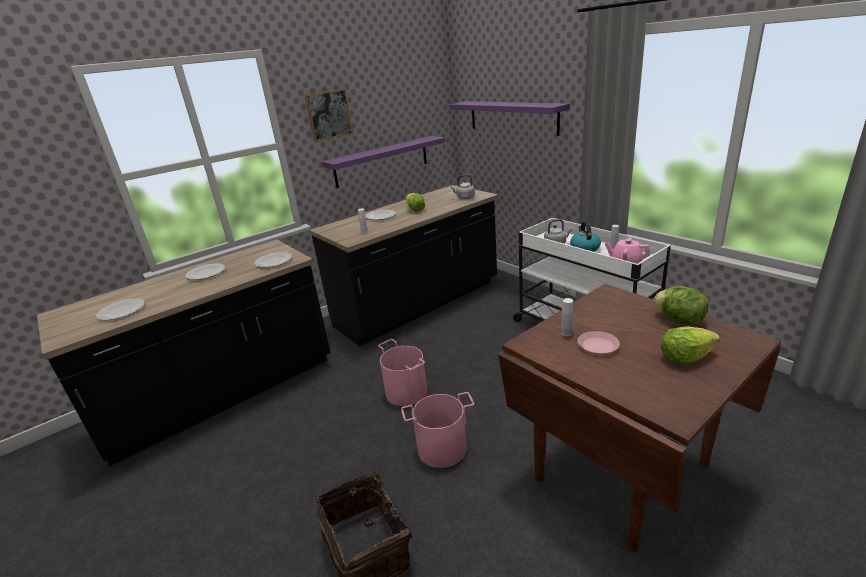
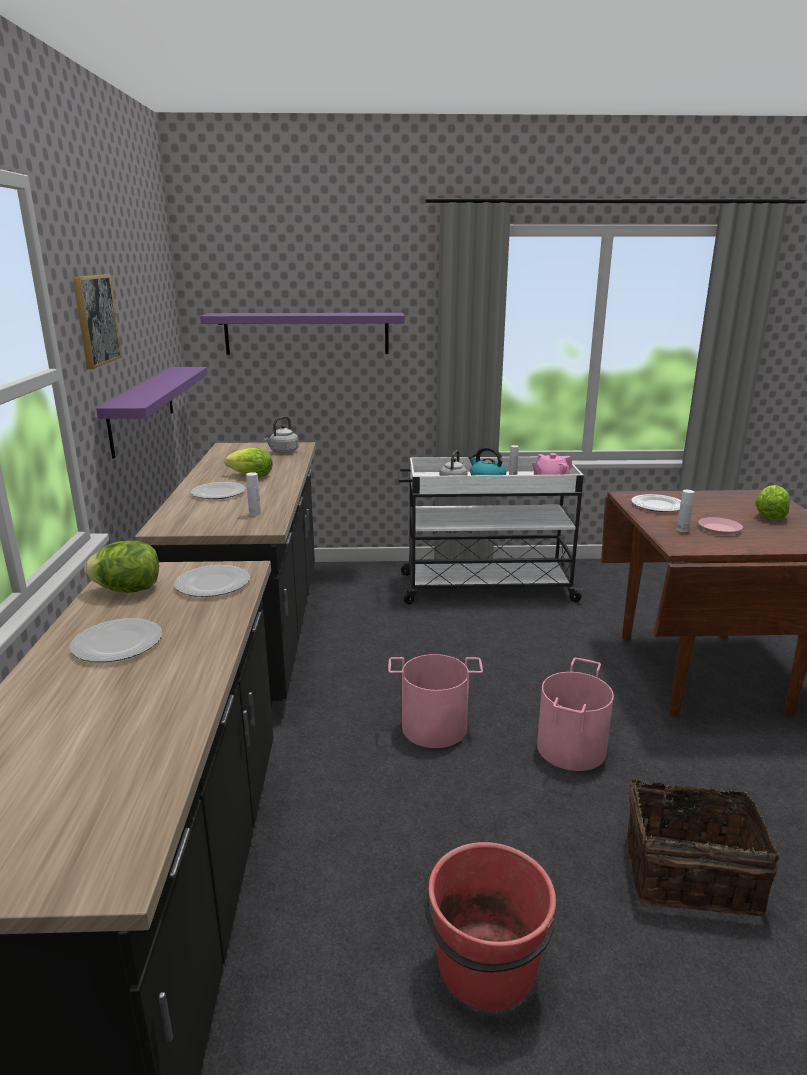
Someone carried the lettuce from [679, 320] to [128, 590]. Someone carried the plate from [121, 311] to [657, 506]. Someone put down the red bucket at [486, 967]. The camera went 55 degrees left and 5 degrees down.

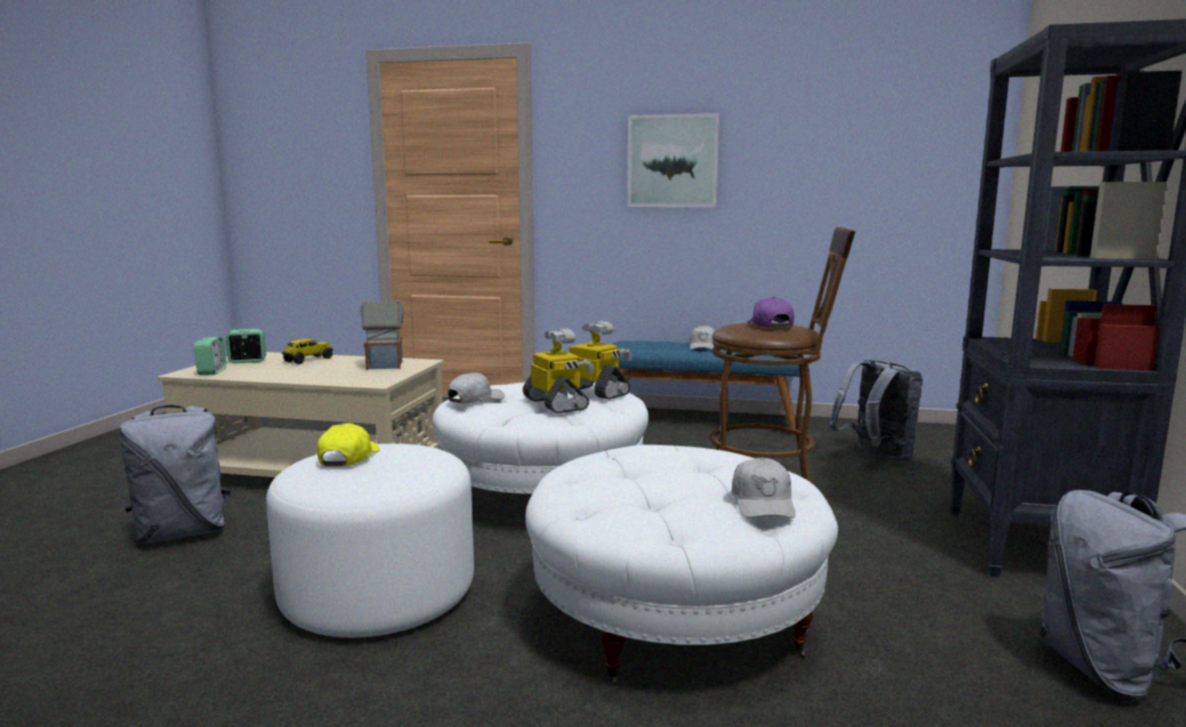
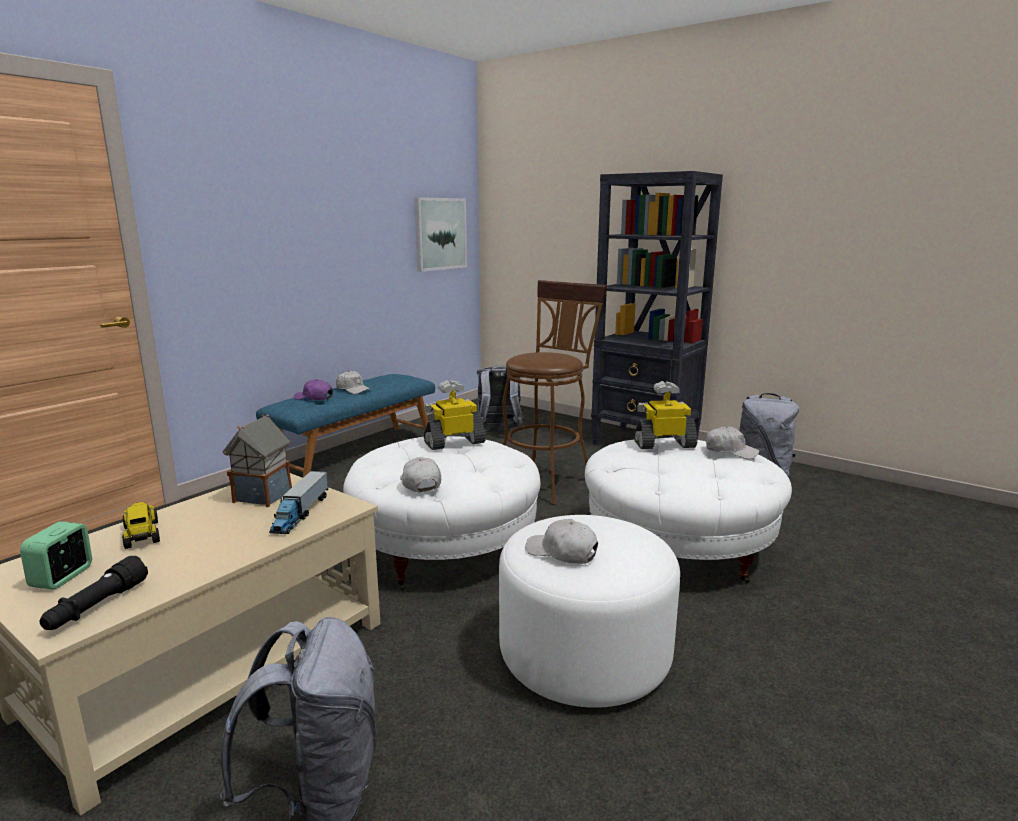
Someone carried the picture from [672, 161] to [440, 234]. Someone carried the purple cap from [770, 326] to [314, 398]. Someone carried the toy robot from [557, 404] to [664, 444]. Someone swapped the alarm clock at [211, 372] for the black flashlight at [96, 607]. Someone repainted the yellow cap at [348, 458], which became the white cap at [562, 552]. Someone put down the toy truck at [300, 513]. The camera went 65 degrees left and 5 degrees up.

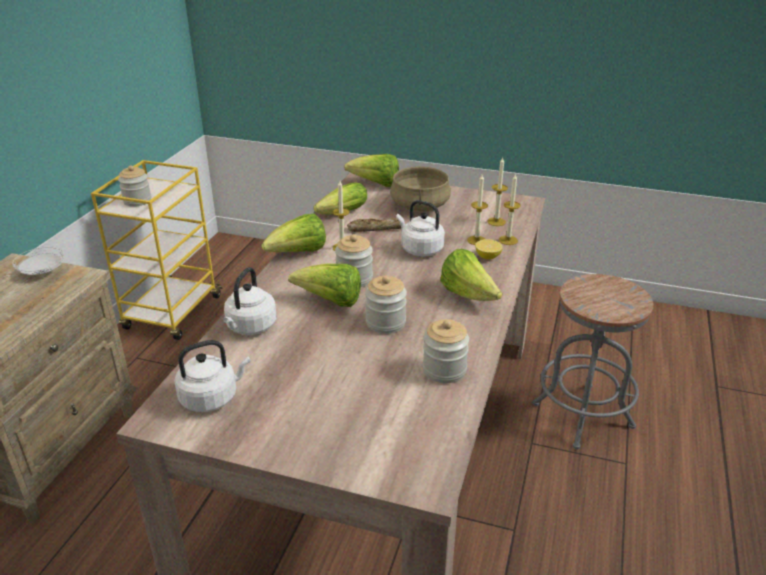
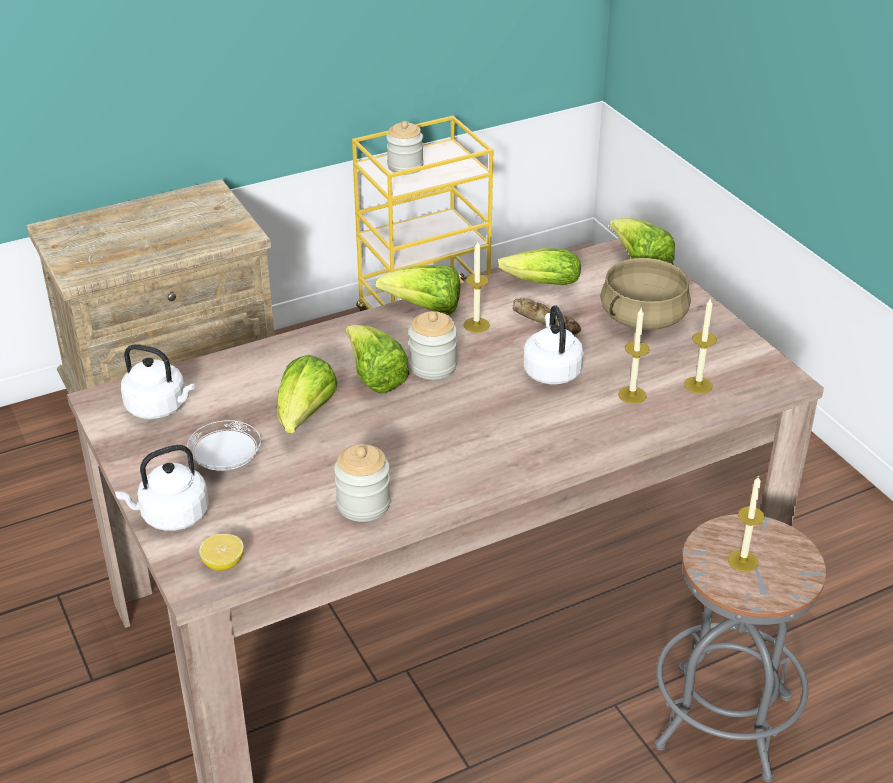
Someone carried the candle from [508, 240] to [743, 561]. Someone carried the lemon from [487, 257] to [223, 563]. Someone carried the white plate from [42, 272] to [225, 461]. Someone carried the lettuce from [468, 295] to [305, 417]. Someone carried the white kettle from [250, 327] to [171, 516]. Someone took away the jar at [385, 323]. The camera went 45 degrees right and 5 degrees up.

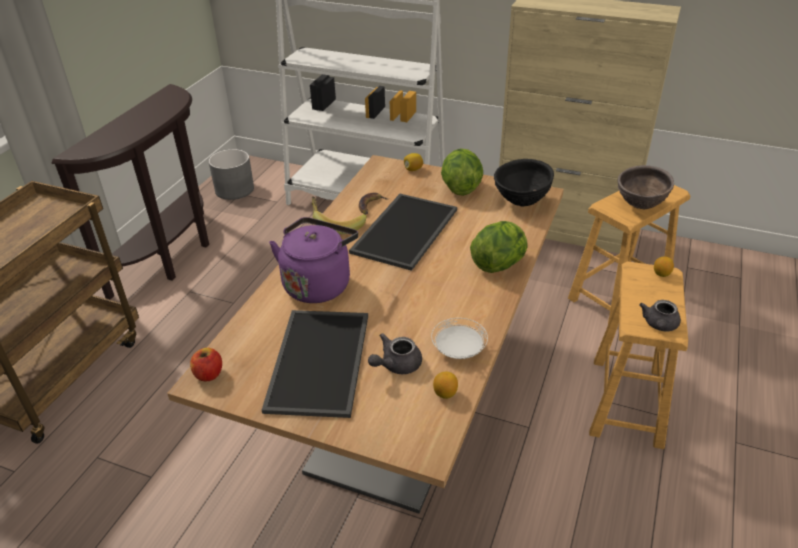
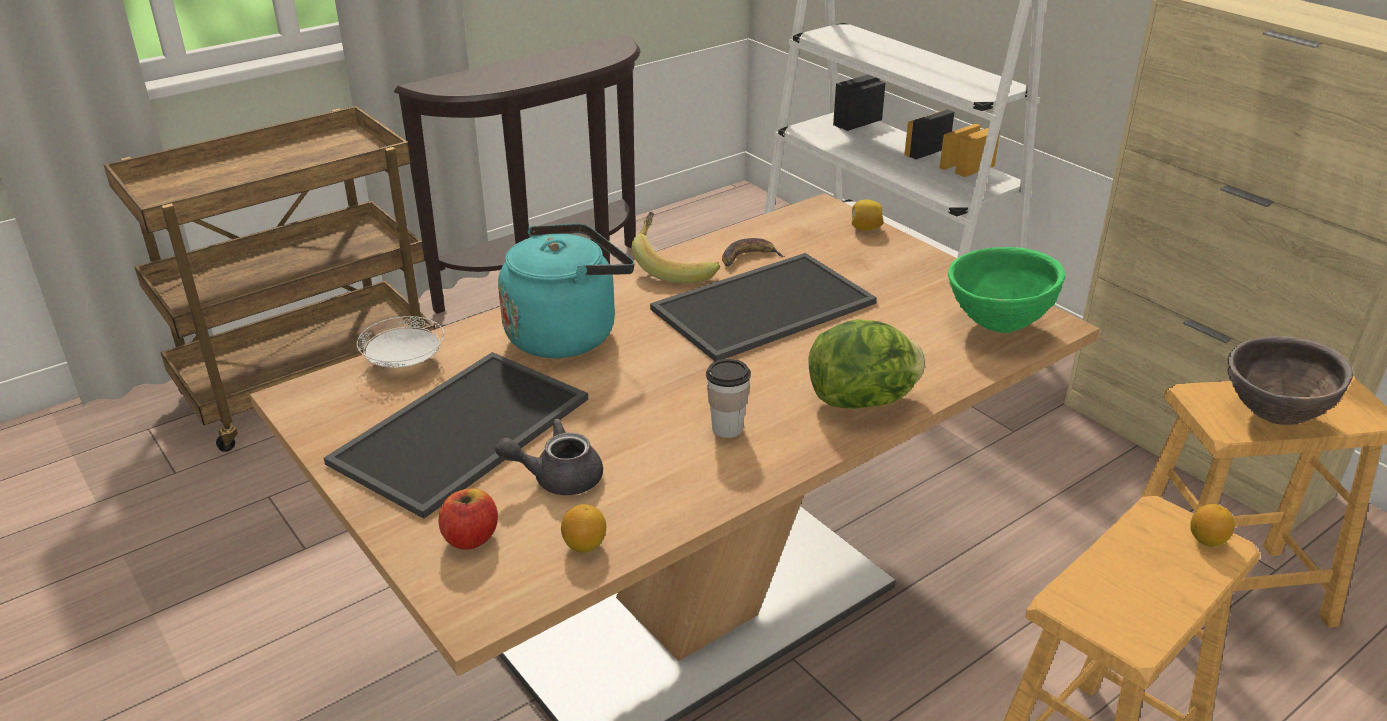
Someone took away the lettuce at [460, 188]. Someone took away the grey planter at [235, 189]. Someone repainted the black bowl at [521, 203], which became the green bowl at [997, 326]. Someone repainted the purple kettle at [318, 284], which became the turquoise kettle at [567, 333]. Someone took away the grey teapot at [659, 325]. Someone carried the white plate from [458, 349] to [404, 362]. Someone carried the apple from [208, 374] to [470, 538]. Someone put down the cup at [727, 428]. The camera went 30 degrees right and 5 degrees down.

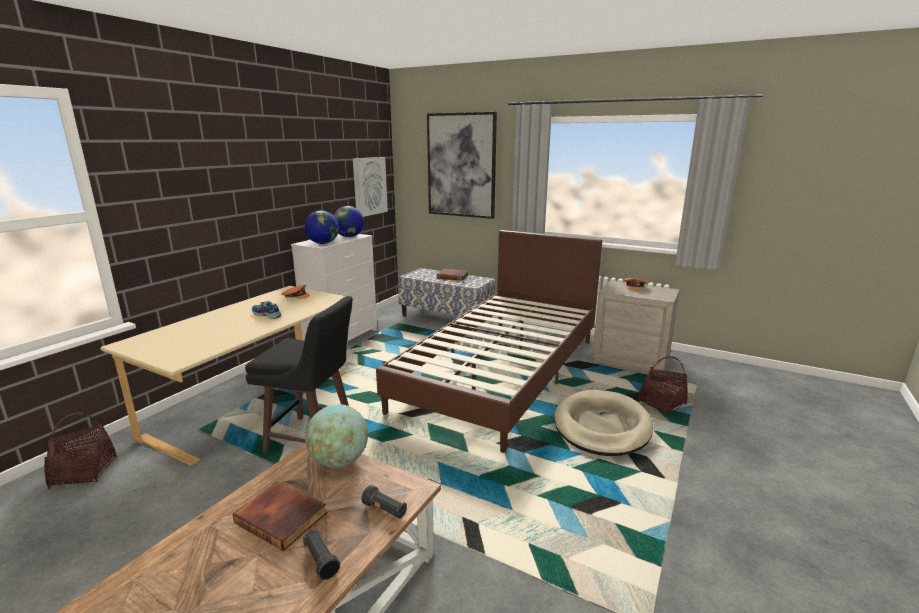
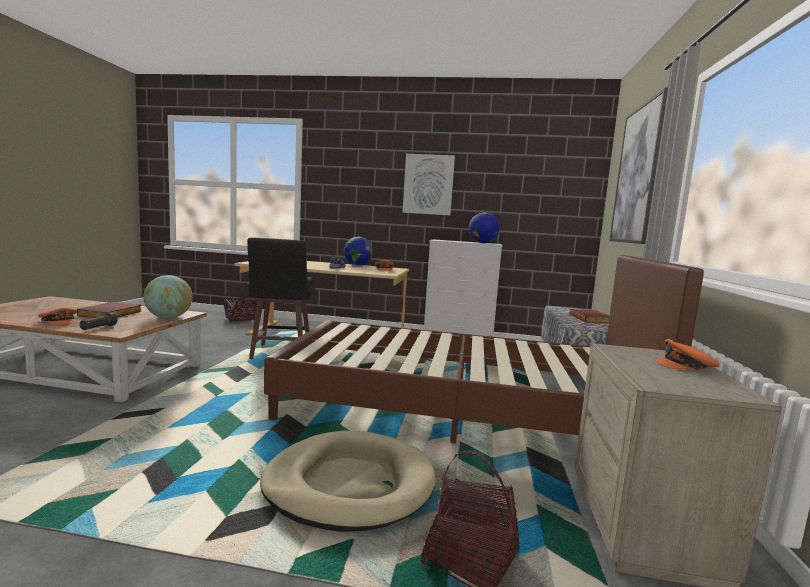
Someone carried the picture from [369, 186] to [428, 184]. Someone carried the globe from [323, 243] to [357, 265]. Someone swapped the black flashlight at [320, 560] for the orange cap at [59, 321]. The camera went 70 degrees right and 10 degrees down.

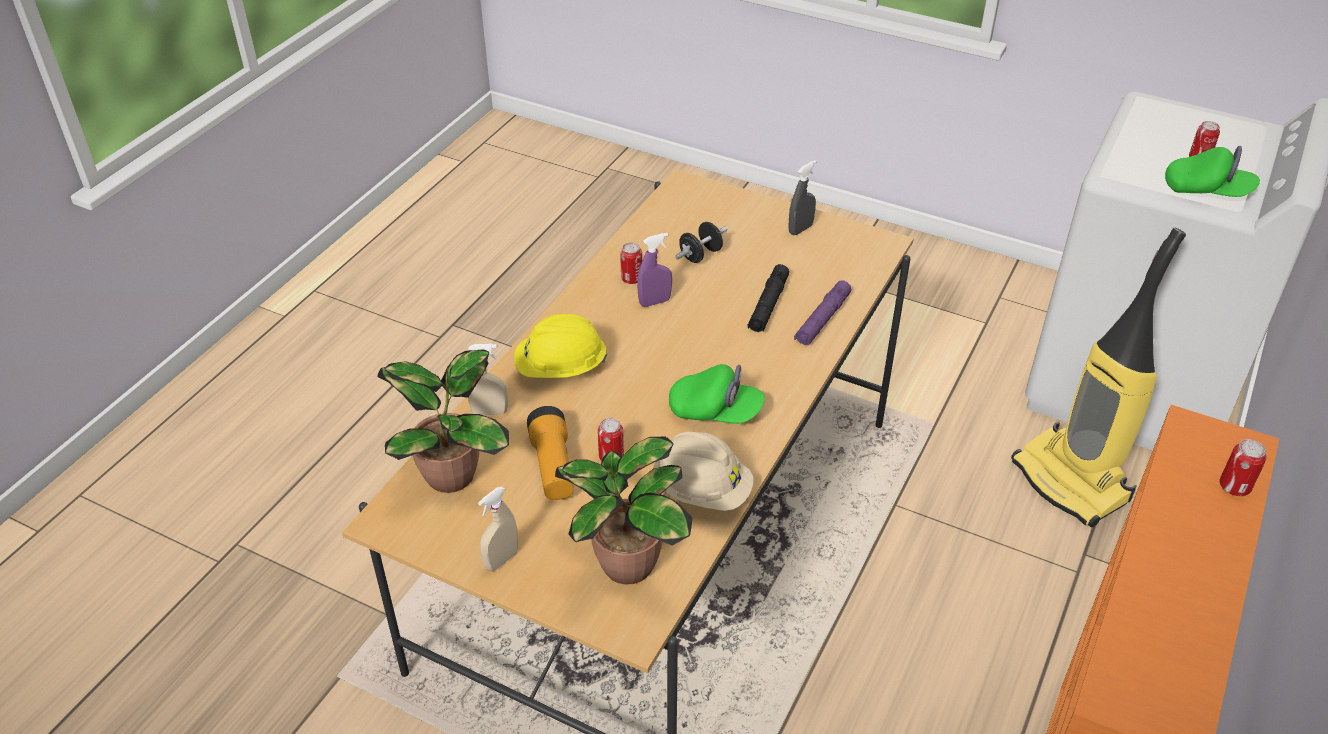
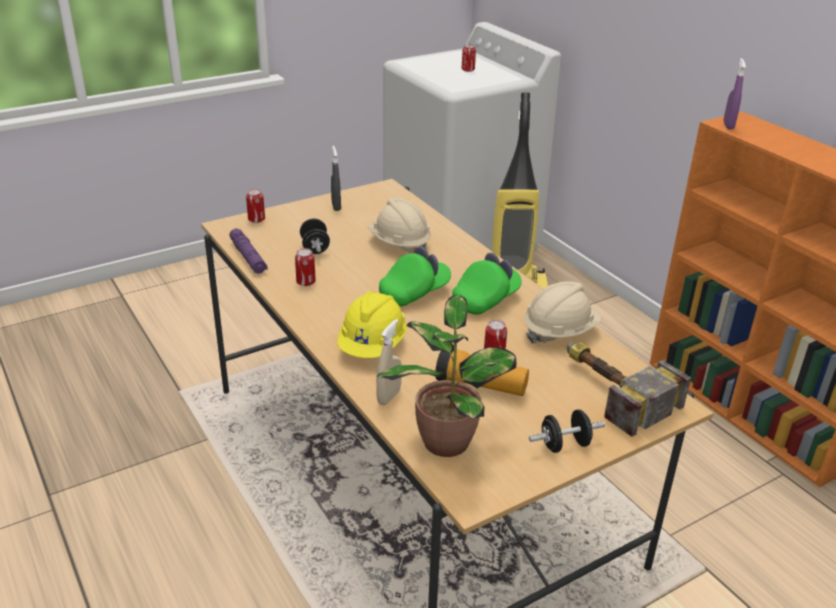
Someone carried the green cap from [1206, 191] to [414, 293]. Someone carried the purple spray bottle from [655, 302] to [728, 125]. Someone swapped the black flashlight at [768, 305] for the beige hard hat at [399, 244]. Someone carried the purple flashlight from [822, 319] to [248, 257]. Someone swapped the potted plant at [624, 566] for the hammer at [610, 389]. Someone carried the can from [1234, 487] to [256, 220]. Someone swapped the beige spray bottle at [501, 560] for the black dumbbell at [564, 445]. The camera went 60 degrees left and 10 degrees down.

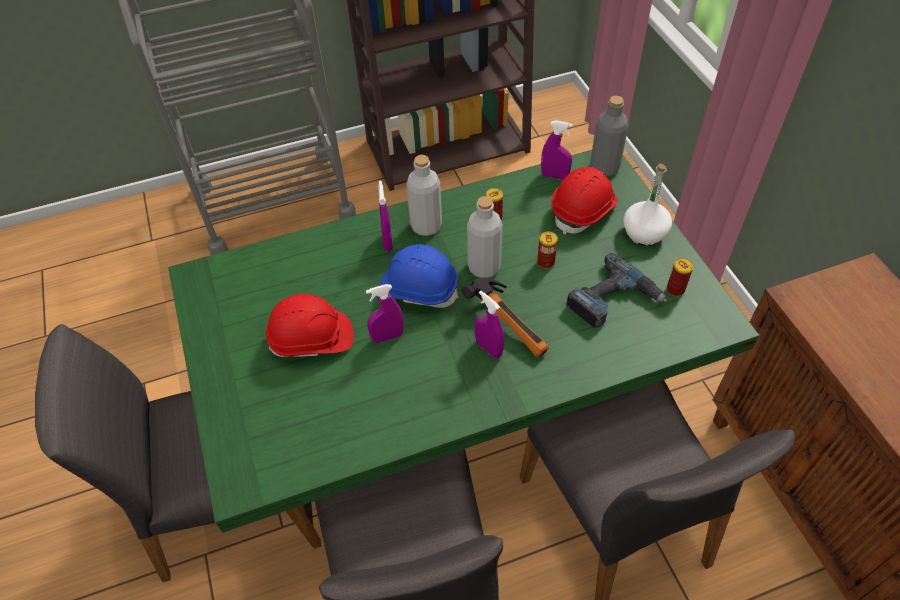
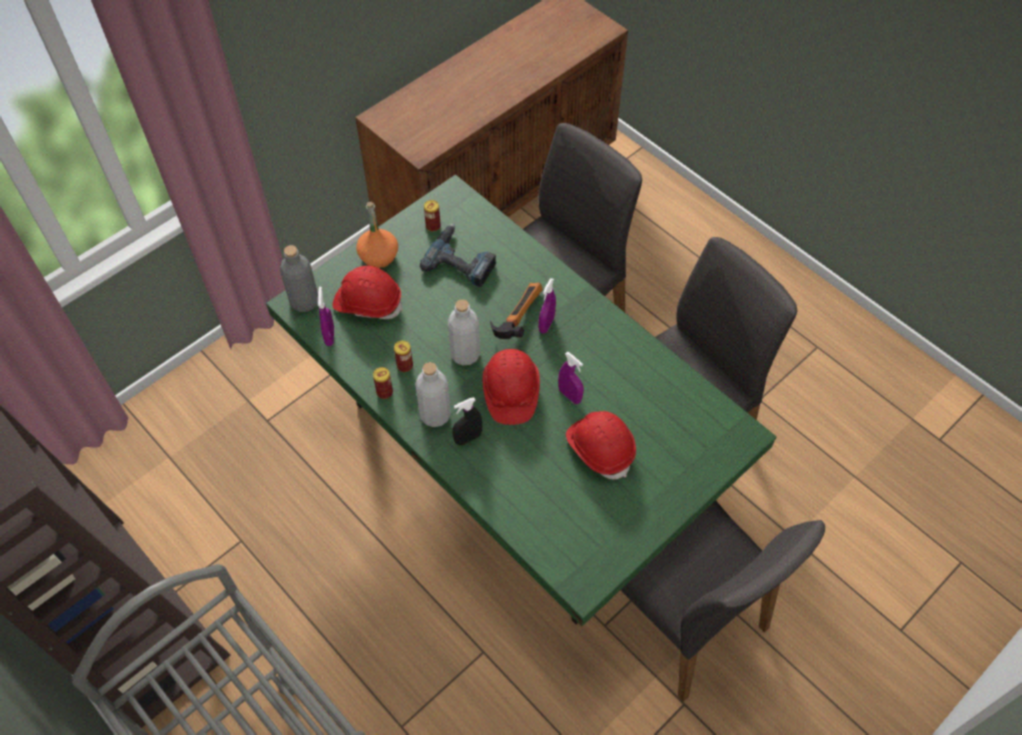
Someone repainted the white bottle at [644, 233], which became the orange bottle at [378, 256]. Someone repainted the purple spray bottle at [387, 242], which became the black spray bottle at [468, 438]. Someone carried the can from [545, 262] to [384, 392]. Someone repainted the blue hard hat at [418, 289], which became the red hard hat at [510, 393]. The camera went 115 degrees left and 5 degrees up.

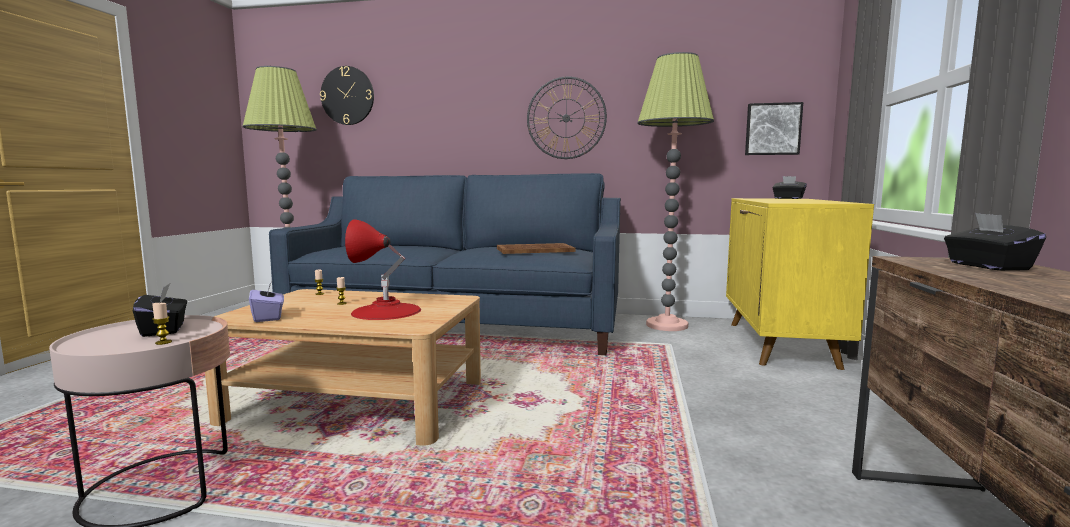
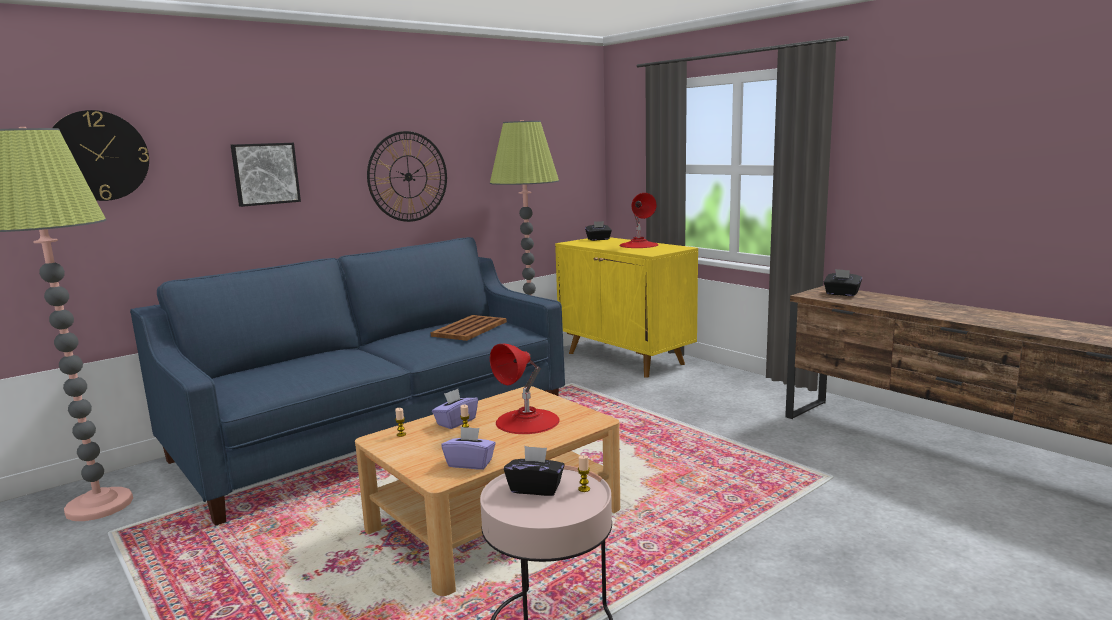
Someone carried the picture from [772, 129] to [265, 174]. Someone put down the red table lamp at [639, 245]. Someone put down the purple tissue box at [456, 422]. The camera went 50 degrees left and 5 degrees up.

